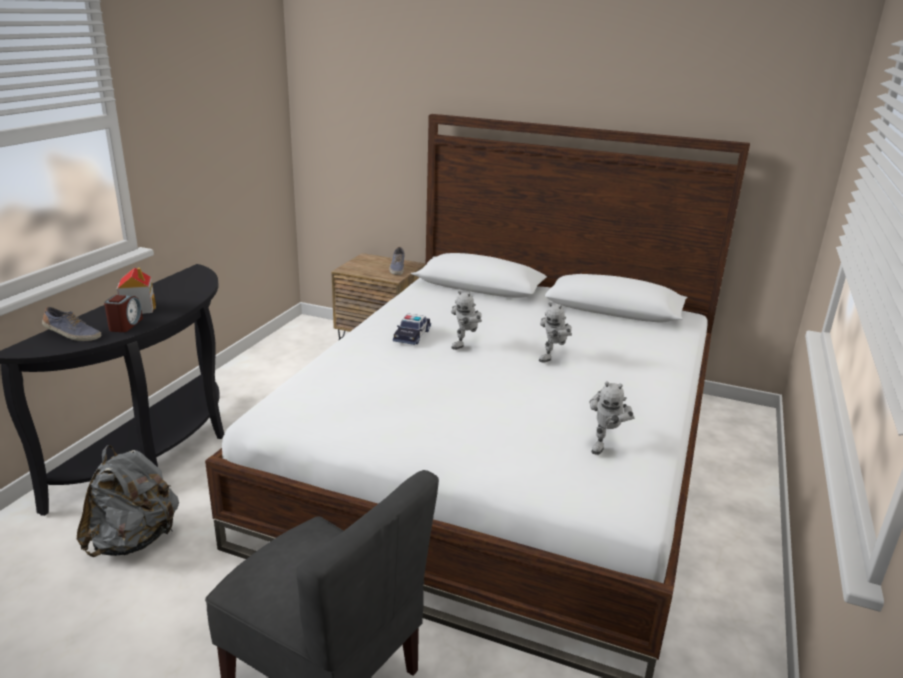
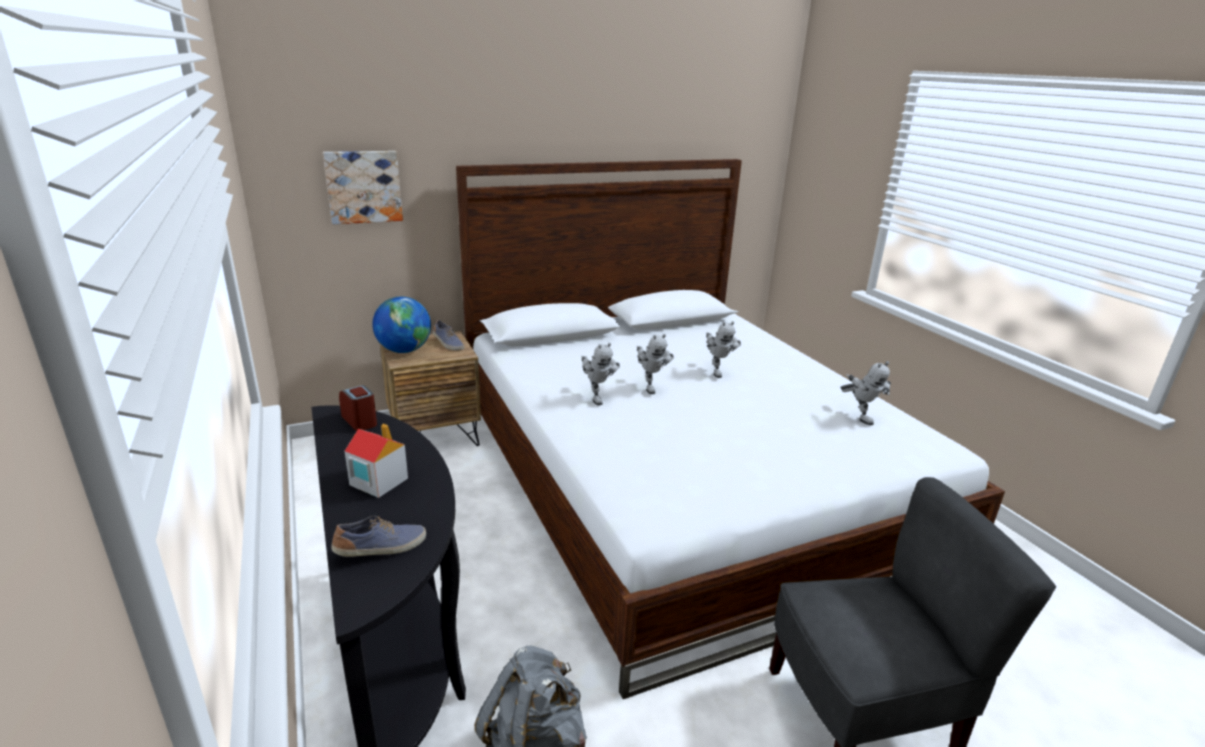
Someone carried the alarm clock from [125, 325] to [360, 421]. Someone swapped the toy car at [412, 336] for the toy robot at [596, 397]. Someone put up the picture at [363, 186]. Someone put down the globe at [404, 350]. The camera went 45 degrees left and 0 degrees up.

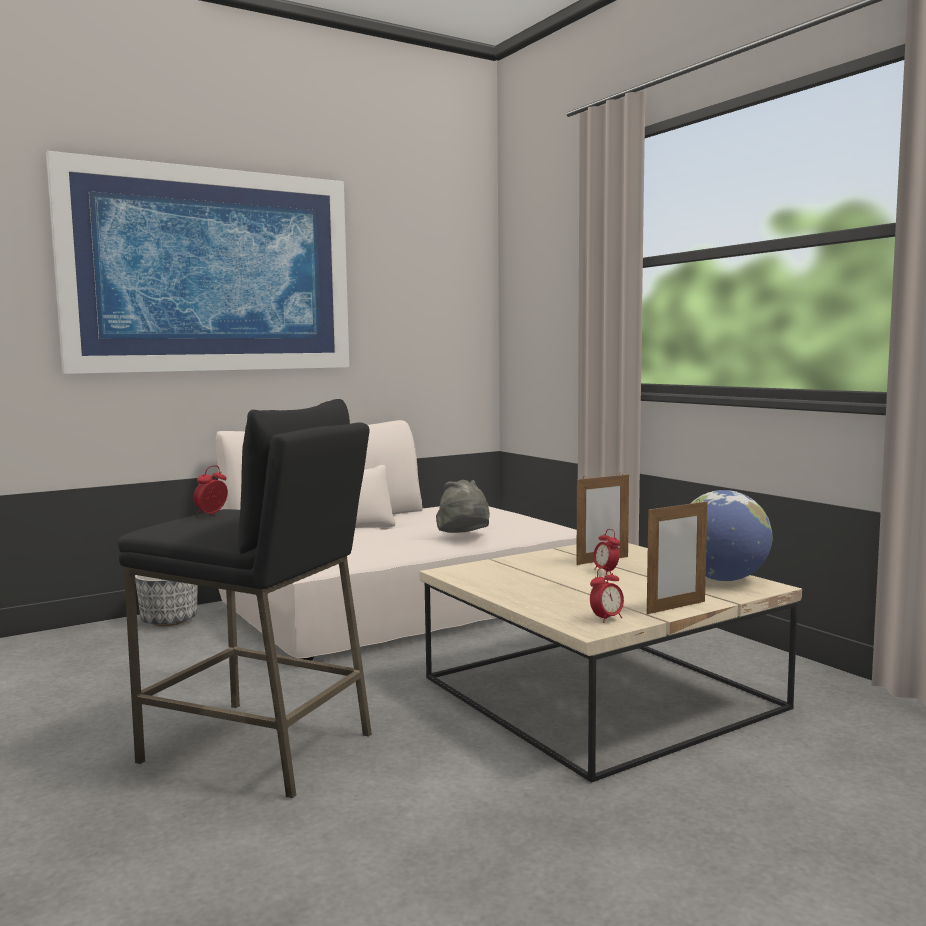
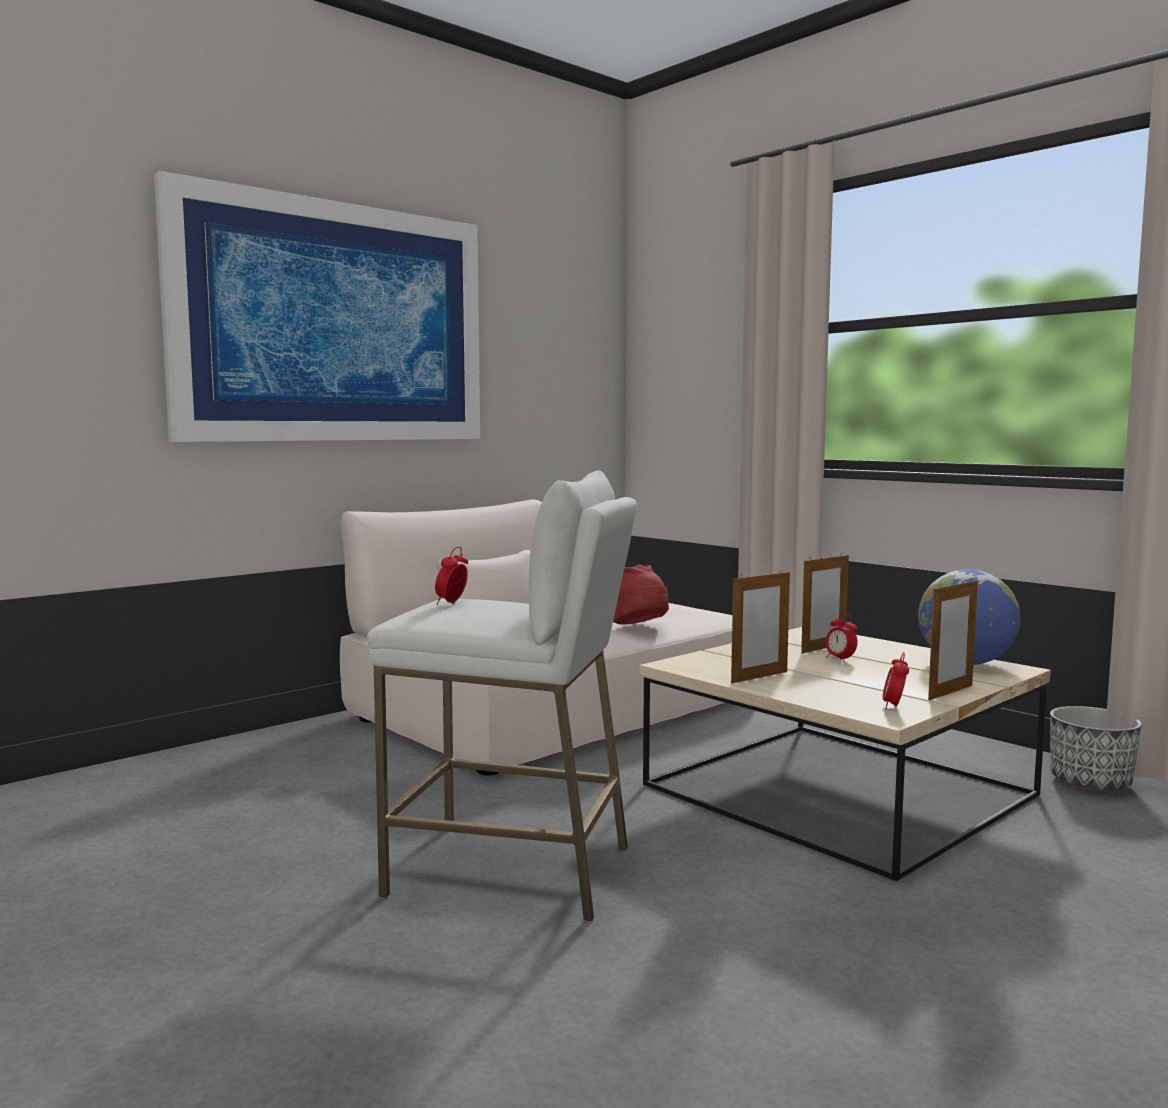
Someone repainted the black stool at [260, 747], which became the white stool at [512, 870]. Someone repainted the grey hat at [464, 536], which became the red hat at [639, 628]. Someone rotated the alarm clock at [606, 619] by 150 degrees clockwise. Someone carried the planter from [169, 621] to [1090, 782]. Someone put down the picture frame at [759, 677]. The camera went 10 degrees left and 0 degrees up.

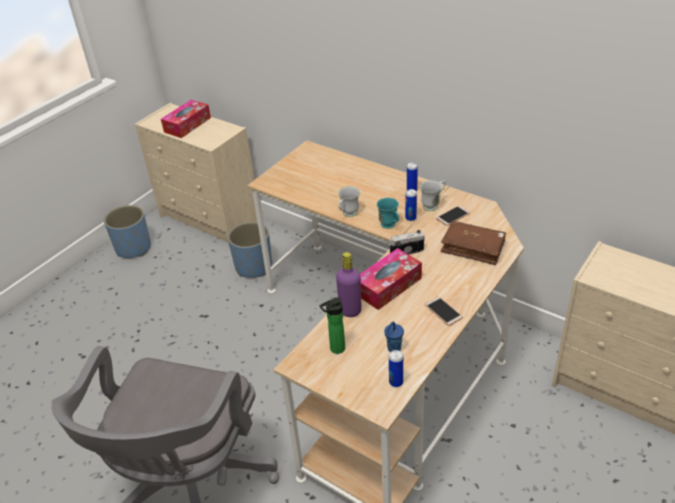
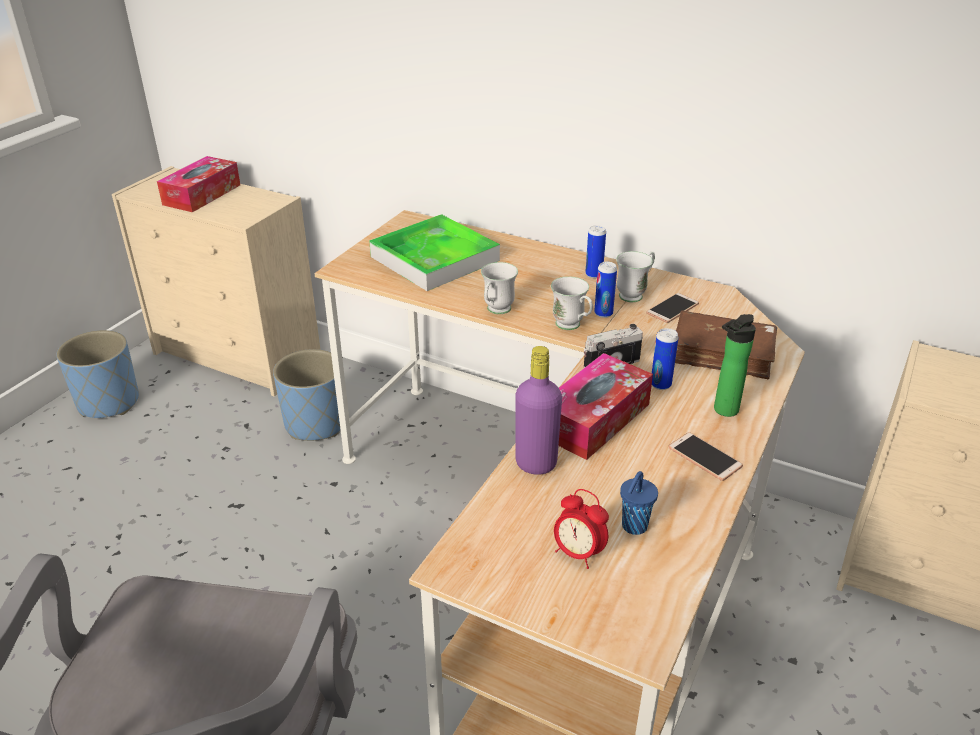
Someone repainted the turquoise mug at [390, 226], which became the white mug at [572, 327]. Someone carried the bottle from [335, 349] to [723, 411]. Someone carried the can from [396, 382] to [660, 384]. Someone put down the tray at [435, 258]. Someone put down the alarm clock at [578, 553]. The camera went 10 degrees left and 5 degrees down.

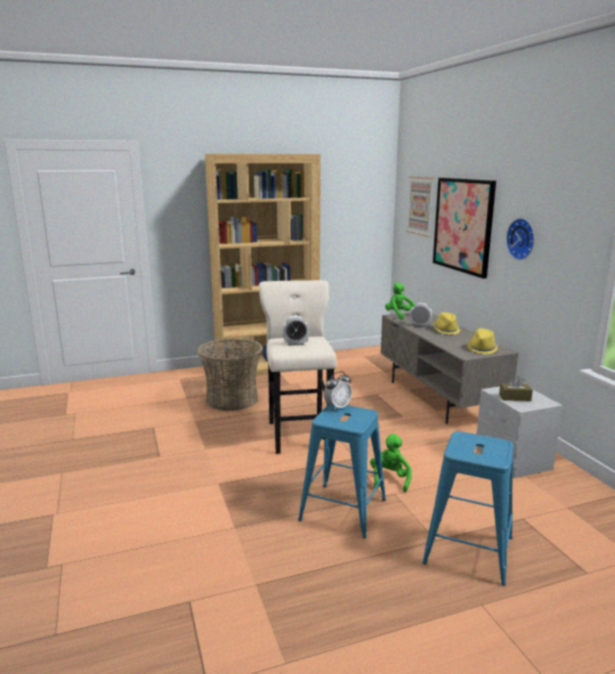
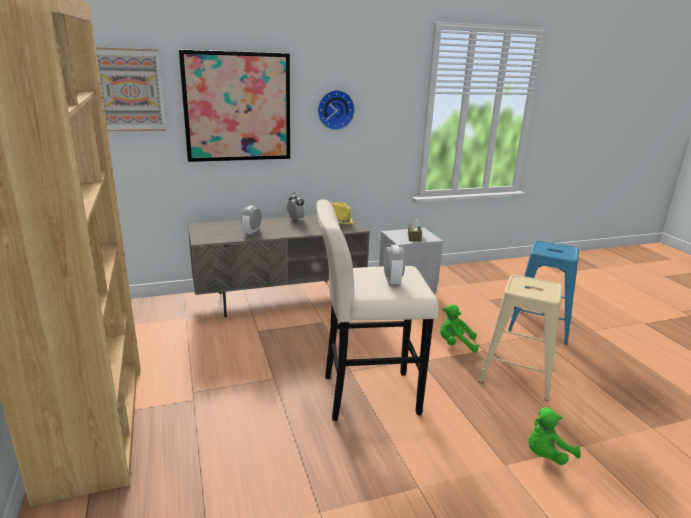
Someone carried the green plush toy from [399, 315] to [546, 455]. Someone took away the yellow hat at [446, 330]. Someone took away the basket at [232, 399]. Someone carried the alarm clock from [337, 407] to [296, 219]. Someone repainted the blue stool at [343, 509], which became the beige stool at [516, 374]. The camera went 90 degrees left and 5 degrees up.

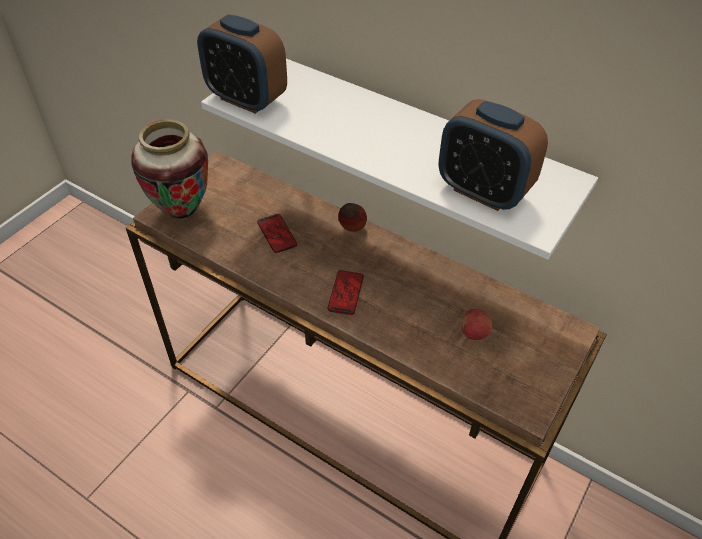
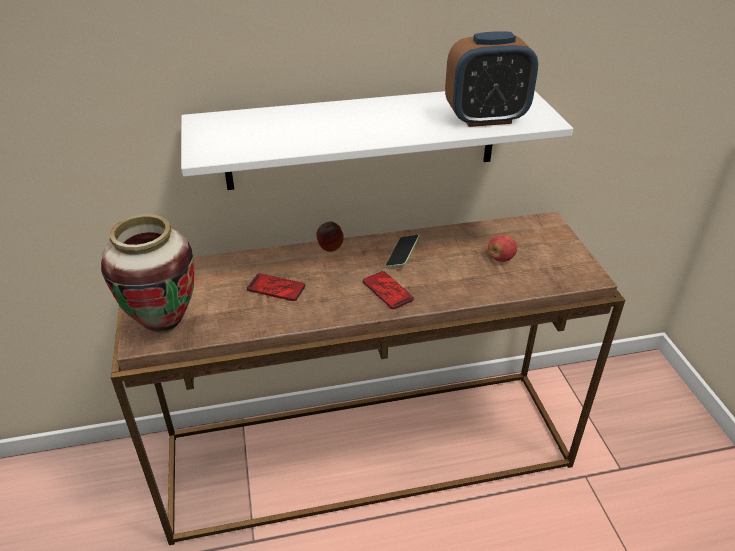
Someone took away the alarm clock at [246, 99]. Someone put down the phone at [402, 256]. The camera went 45 degrees left and 10 degrees down.

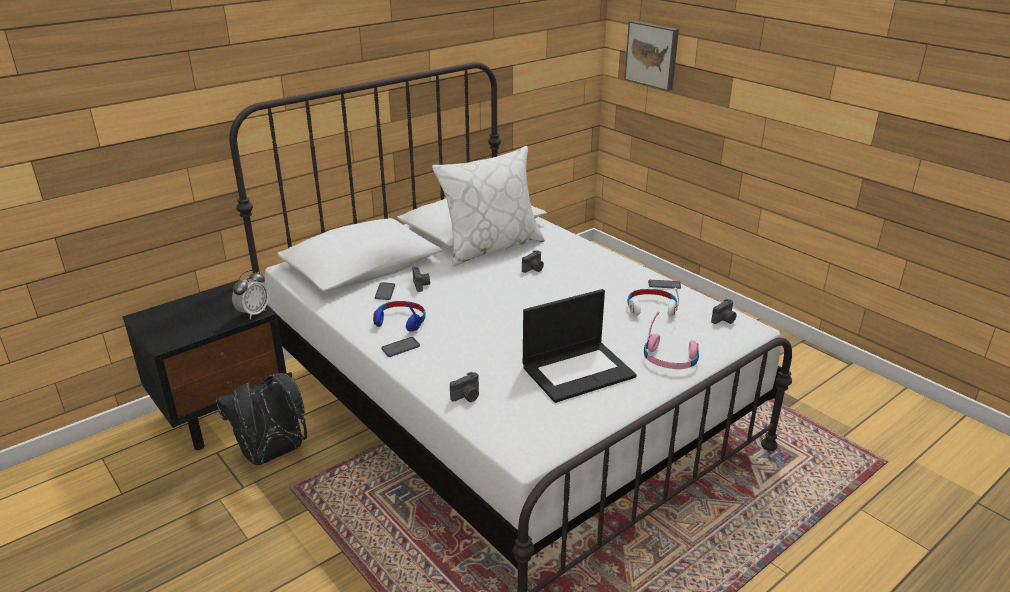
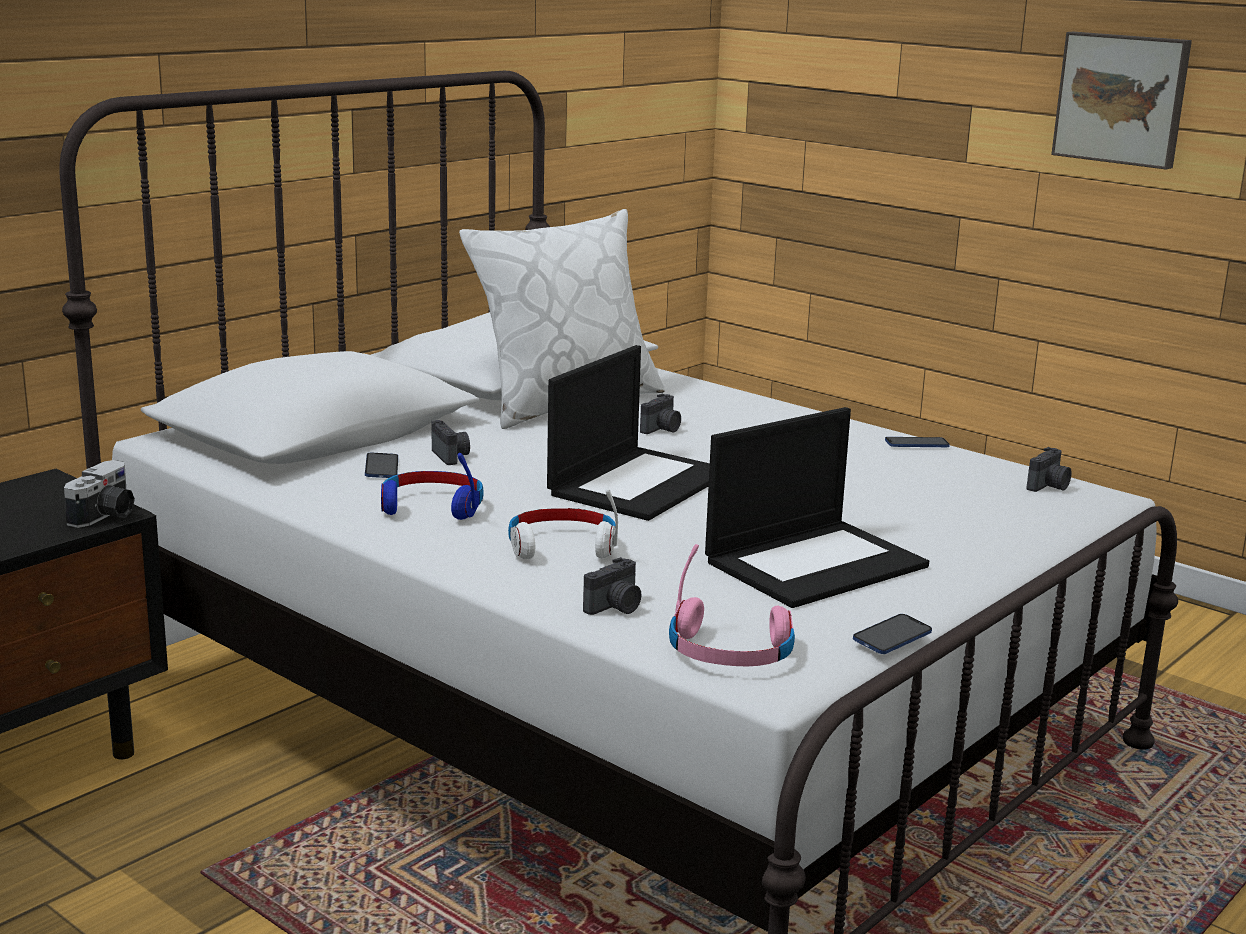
Someone carried the picture from [652, 54] to [1122, 99]. Someone swapped the alarm clock at [253, 313] for the photo camera at [106, 516]. Someone carried the white headphones from [651, 308] to [562, 547]. Someone carried the pink headphones from [670, 359] to [730, 652]. Someone carried the phone from [400, 348] to [892, 636]. Someone took away the black backpack at [273, 455]. Someone put down the laptop at [639, 483]. The camera went 10 degrees left and 10 degrees down.

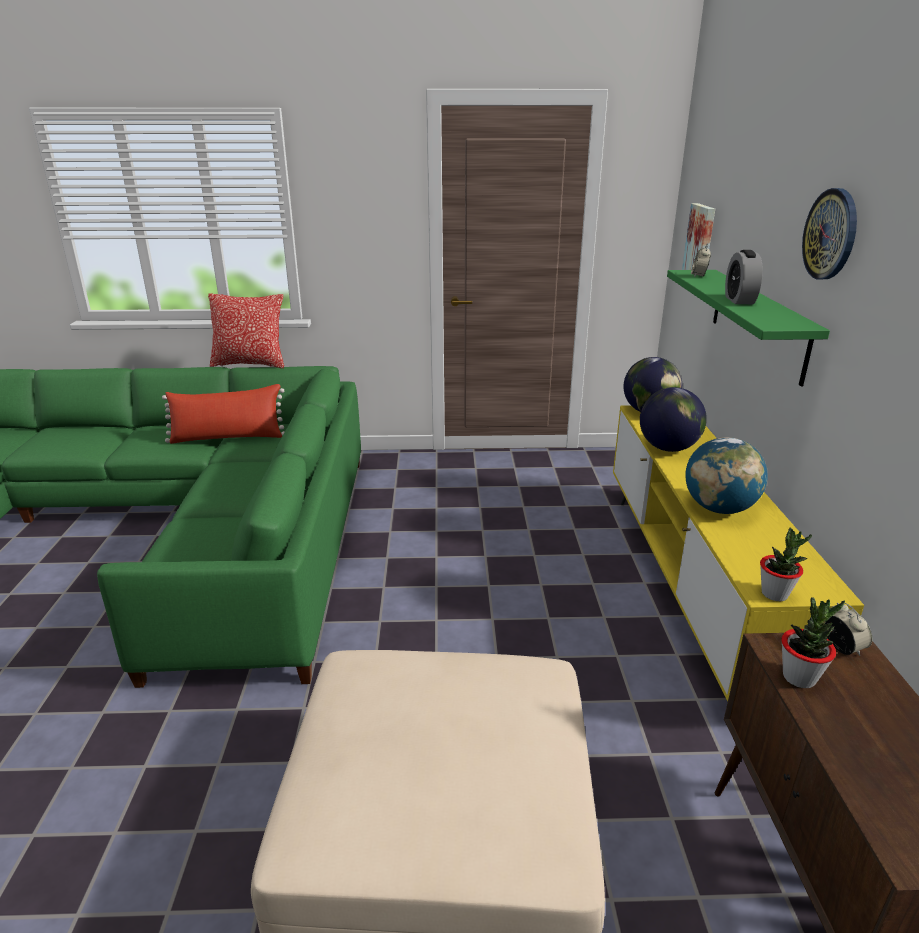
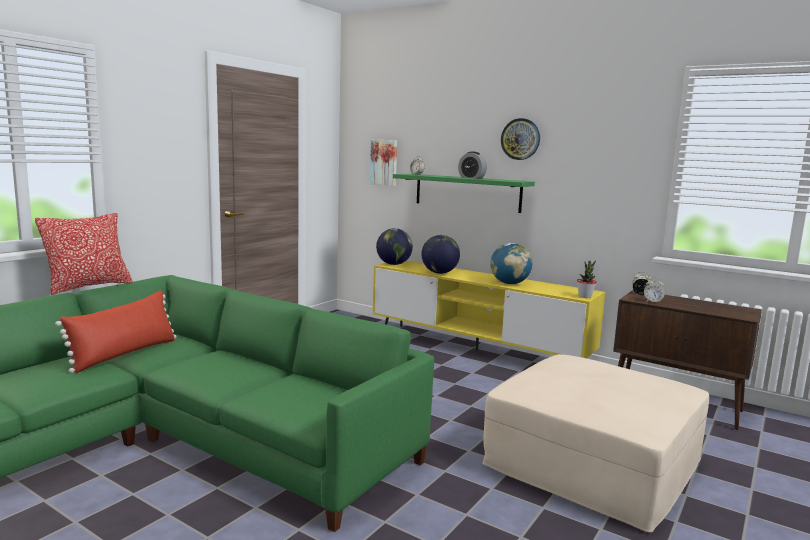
Someone swapped the potted plant at [799, 677] for the alarm clock at [652, 302]. The camera went 55 degrees left and 15 degrees down.

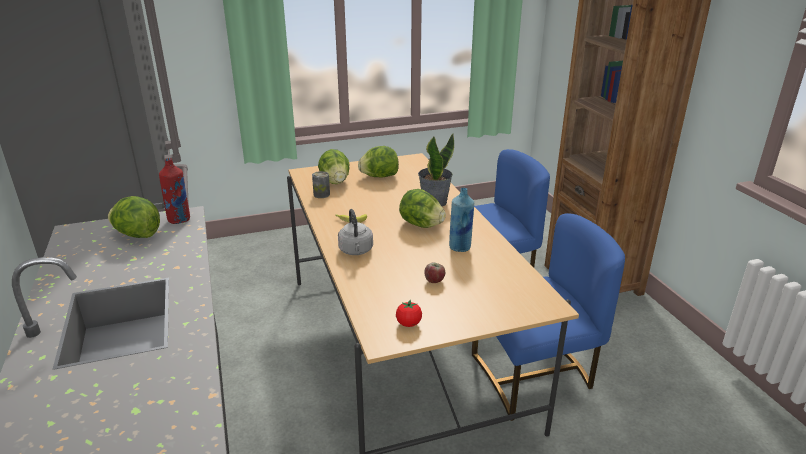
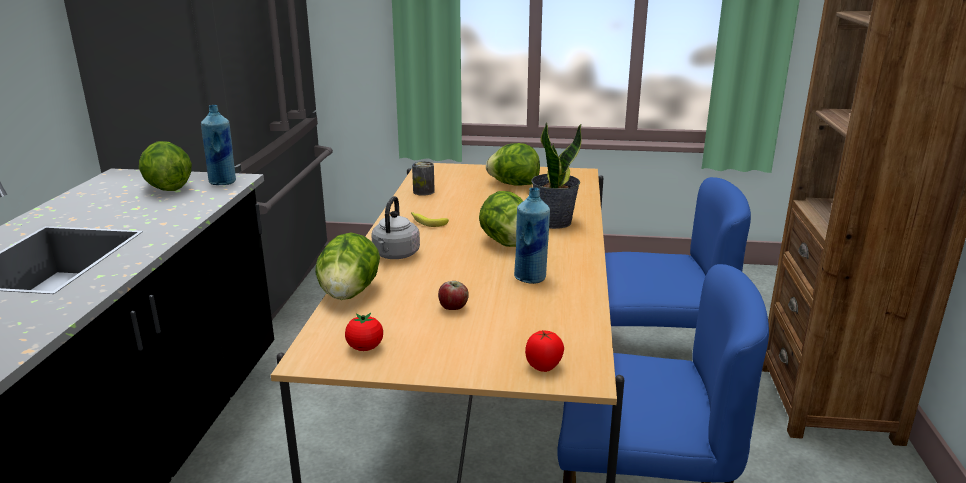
Someone carried the lettuce from [335, 181] to [349, 294]. Someone repainted the red bottle at [179, 220], which became the blue bottle at [223, 182]. Someone put down the tomato at [544, 366]. The camera went 25 degrees right and 5 degrees down.

